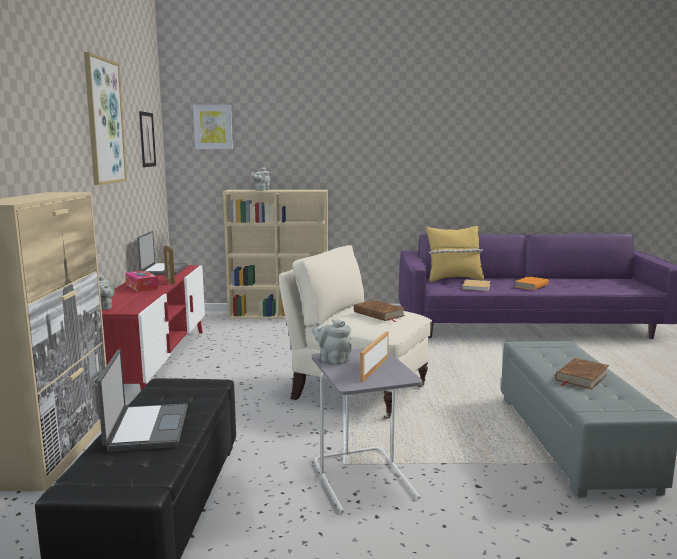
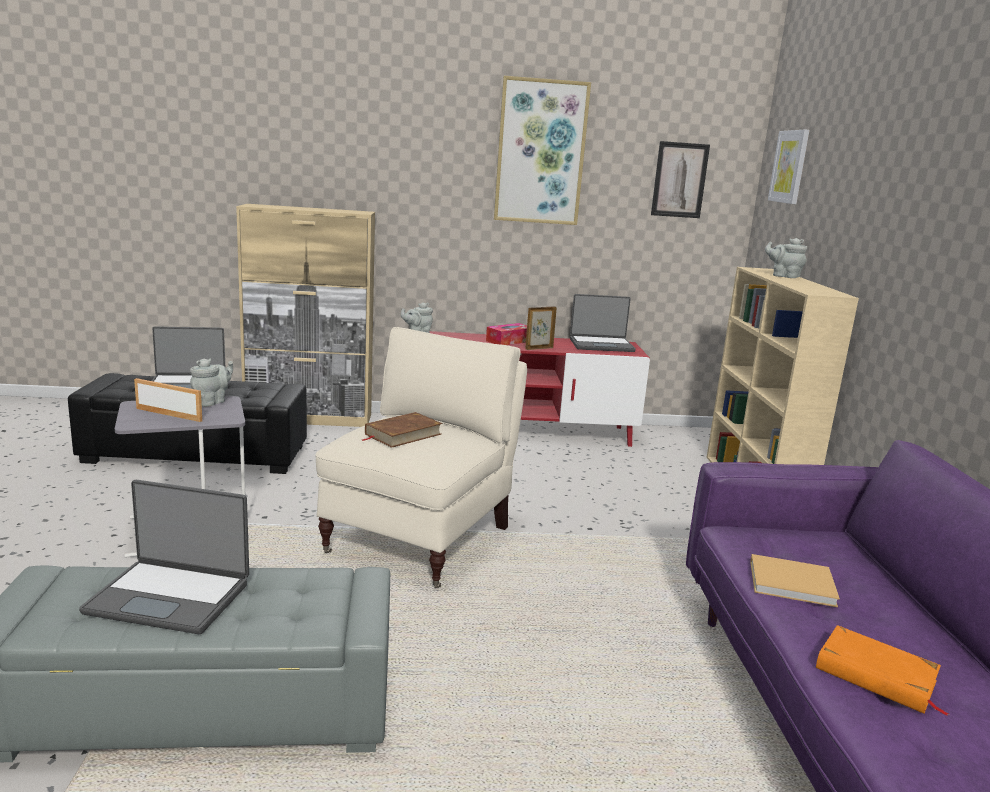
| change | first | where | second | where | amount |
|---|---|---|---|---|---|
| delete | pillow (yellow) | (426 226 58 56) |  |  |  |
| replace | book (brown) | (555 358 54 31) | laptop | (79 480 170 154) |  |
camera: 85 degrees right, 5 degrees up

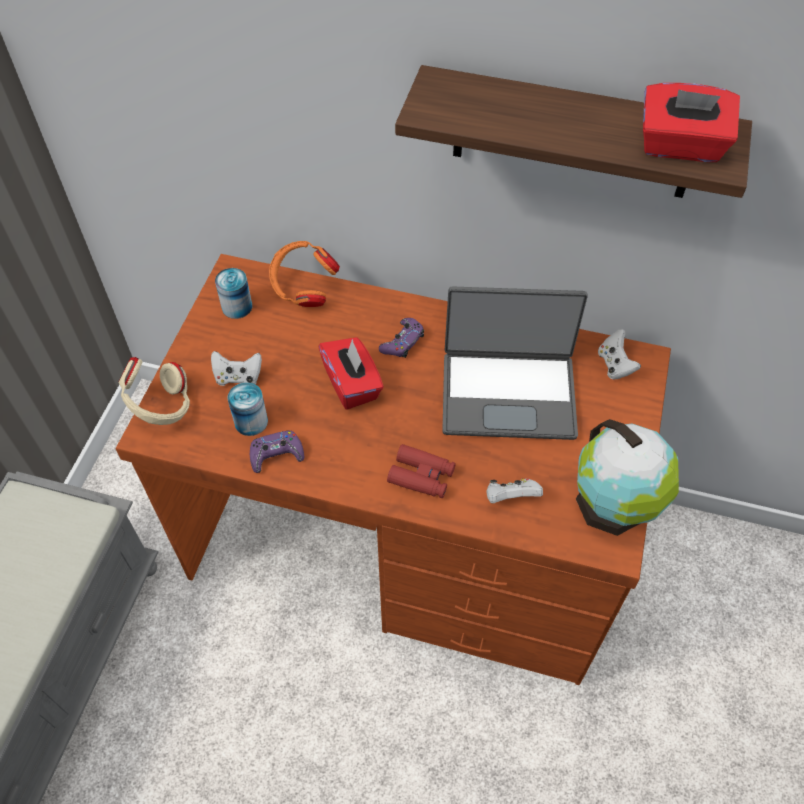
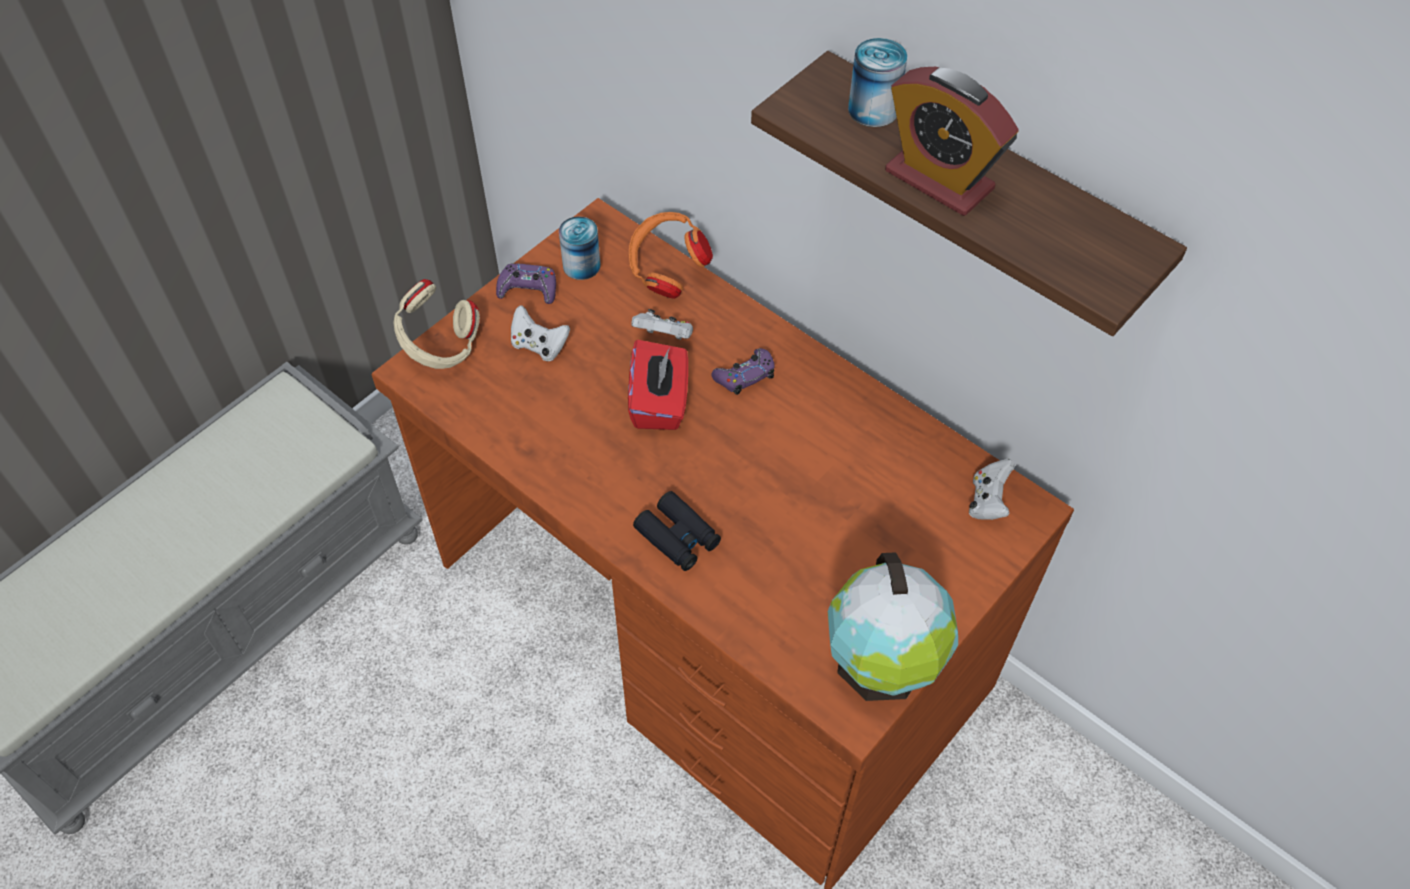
| change | first | where | second | where | amount |
|---|---|---|---|---|---|
| delete | tissue box (red) | (643 83 97 79) |  |  |  |
| delete | laptop | (442 286 146 154) |  |  |  |
| move | can | (227 382 41 54) |  | (848 38 59 89) |  |
| move | game controller (purple) | (250 430 54 43) |  | (496 263 60 41) |  |
| recolor | binoculars (red) | (387 444 69 54) | binoculars (black) | (633 491 88 80) |  |
| move | game controller (white) | (486 478 57 25) |  | (631 309 62 31) |  |
| insert |  |  | alarm clock | (885 67 134 149) |  |
camera: 25 degrees right, 0 degrees up

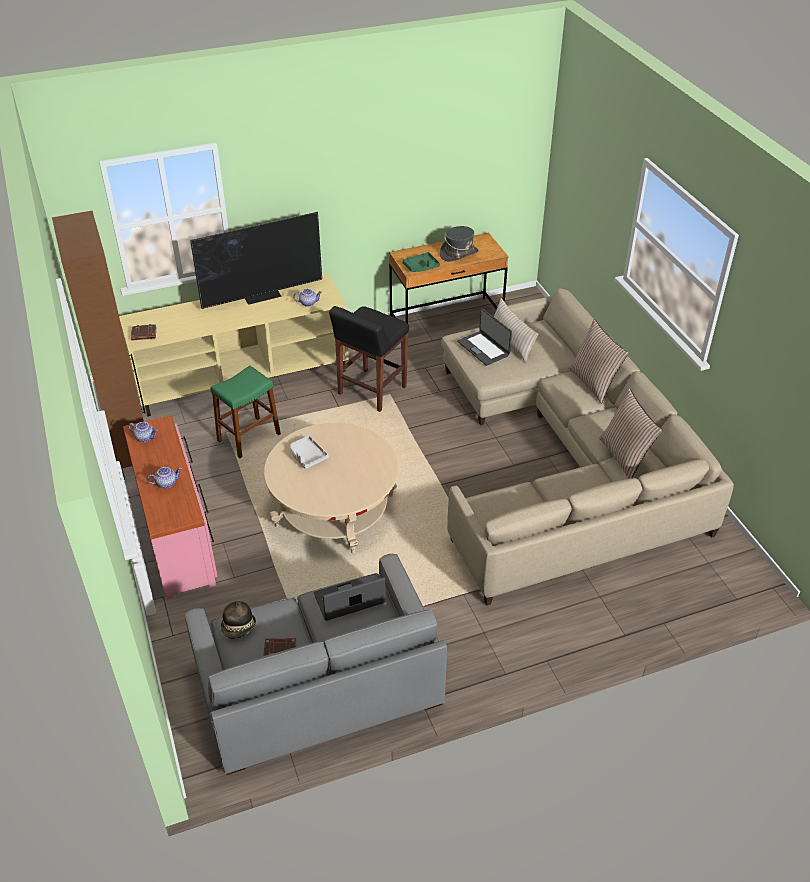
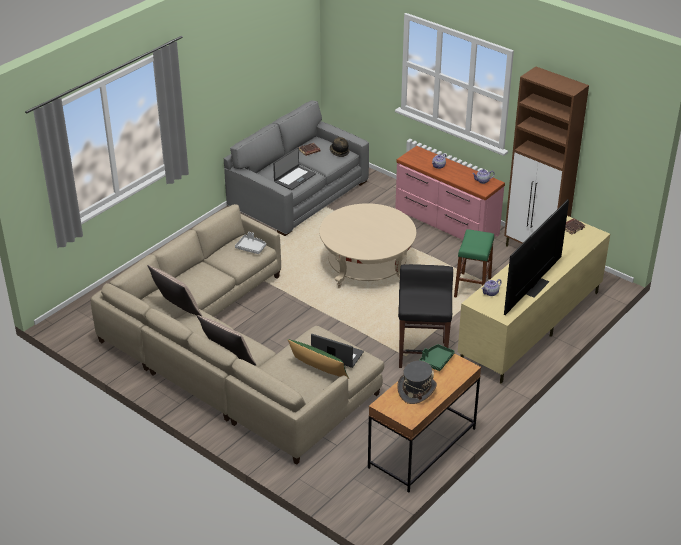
| change | first | where | second | where | amount |
|---|---|---|---|---|---|
| recolor | pillow (beige) | (494 298 44 65) | pillow (green) | (287 339 62 40) |  |
| move | tray (grey) | (291 435 38 34) |  | (235 232 31 22) |  |
camera: 150 degrees right, 5 degrees down

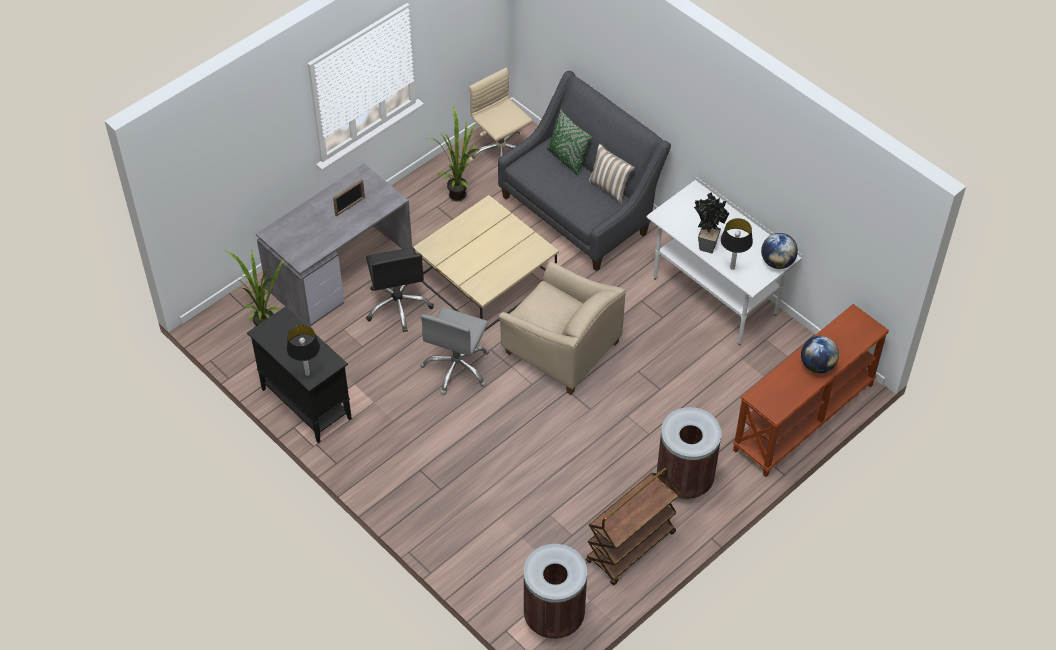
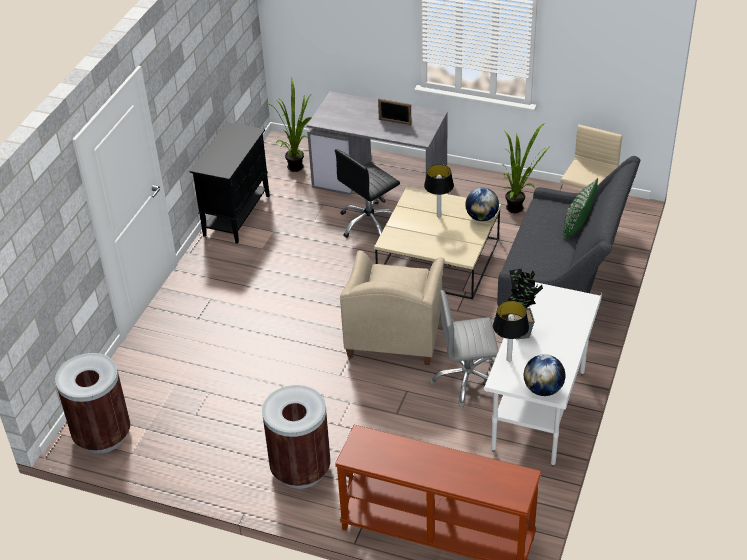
| change | first | where | second | where | amount |
|---|---|---|---|---|---|
| delete | pillow | (588 144 47 61) |  |  |  |
| move | office chair (grey) | (420 307 69 88) |  | (429 290 71 118) |  |
| move | table lamp | (286 325 34 51) |  | (424 164 30 53) |  |
| move | globe | (801 336 38 37) |  | (465 188 34 33) |  |
| delete | cart (brown) | (586 468 93 117) |  |  |  |
camera: 65 degrees right, 10 degrees down

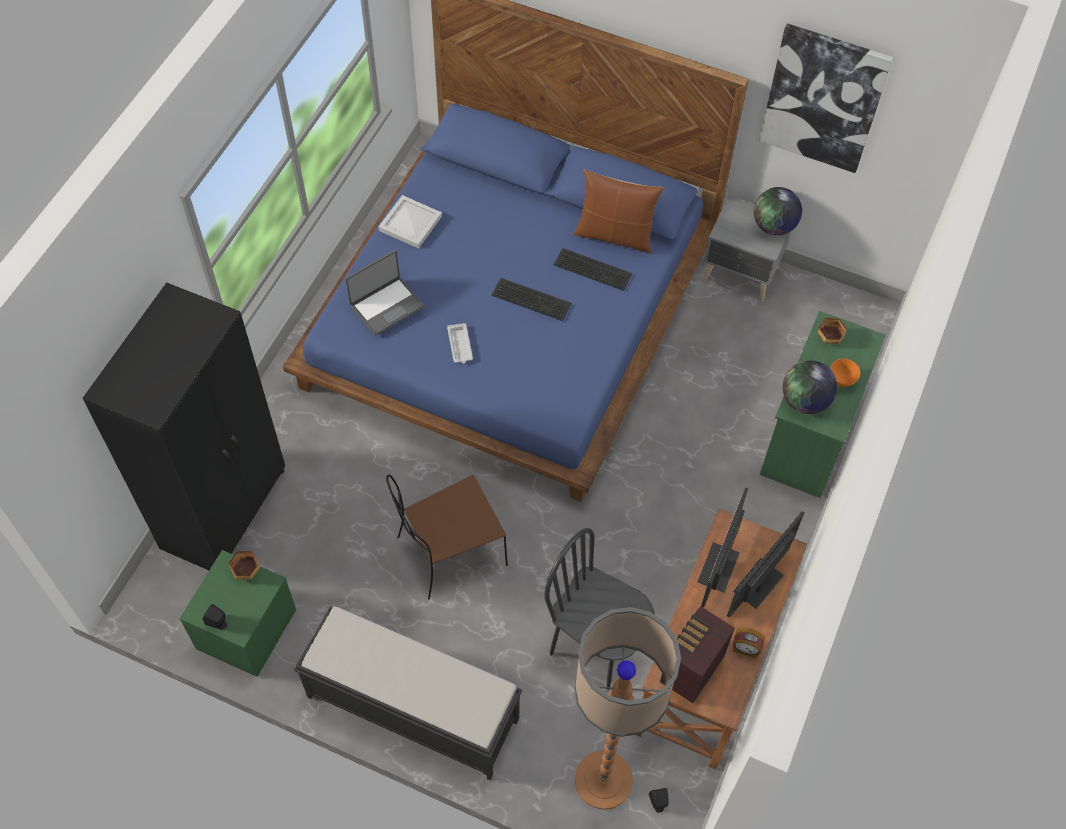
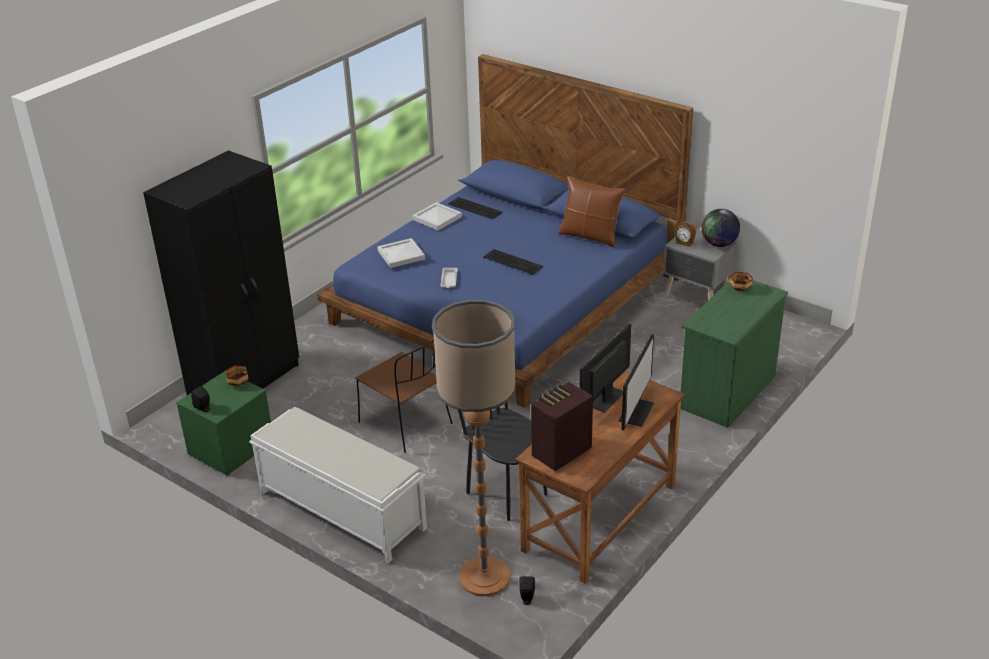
| change | first | where | second | where | amount |
|---|---|---|---|---|---|
| delete | picture | (759 23 134 150) |  |  |  |
| move | keyboard | (554 248 78 43) |  | (448 197 55 22) |  |
| replace | laptop | (345 250 79 86) | tray (white) | (377 238 48 30) |  |
| delete | bowl (orange) | (830 359 30 28) |  |  |  |
| delete | globe | (783 360 54 54) |  |  |  |
| rotate | chair (brown) | (386 474 122 126) |  | (355 340 98 113) | 120 degrees counterclockwise |
| rotate | monitor | (727 511 77 107) |  | (618 334 36 96) | 150 degrees clockwise |
| recolor | bench (black) | (294 606 228 174) | bench (white) | (249 407 178 156) |  |
| move | alarm clock | (733 627 32 31) |  | (675 222 21 25) |  |
camera: 15 degrees right, 25 degrees down

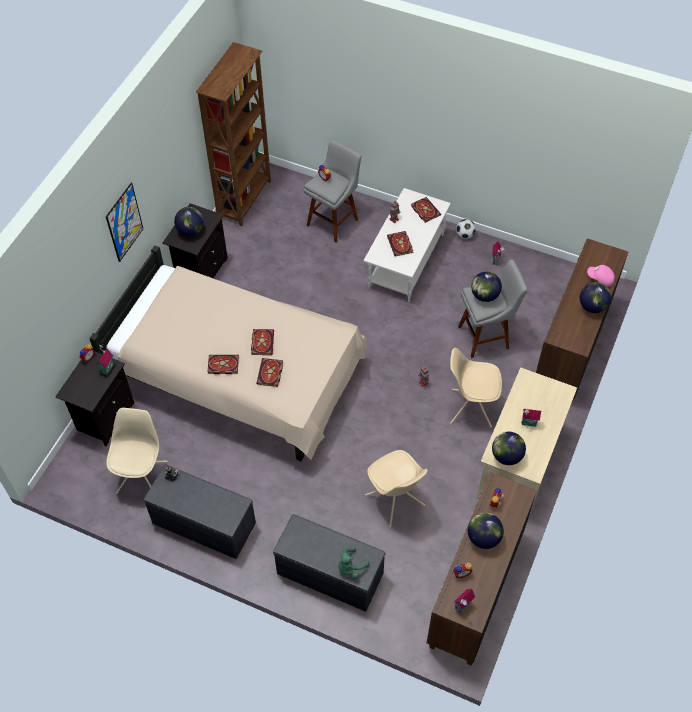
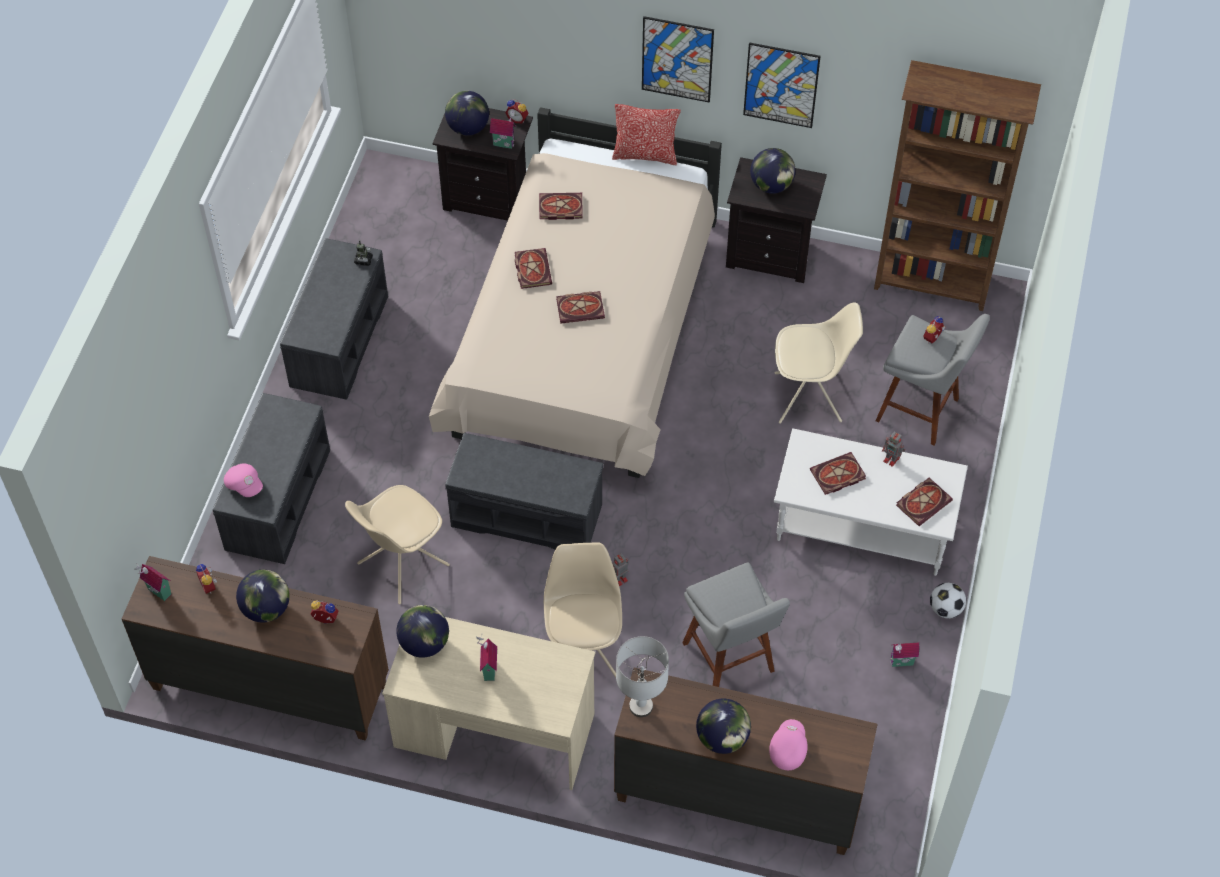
| change | first | where | second | where | amount |
|---|---|---|---|---|---|
| move | globe | (471 272 31 30) |  | (445 91 44 45) |  |
| move | book | (257 358 26 29) |  | (539 193 44 27) |  |
| move | chair (beige) | (106 408 62 86) |  | (775 302 88 122) |  |
| replace | plush toy (green) | (338 548 32 31) | cap (pink) | (224 463 39 34) |  |
| insert |  |  | picture | (743 42 78 86) |  |
| insert |  |  | pillow | (612 104 69 61) |  |
| insert |  |  | bench (grey) | (445 433 158 117) |  |
| insert |  |  | table lamp (grey) | (616 636 53 81) |  |
camera: 80 degrees right, 0 degrees up

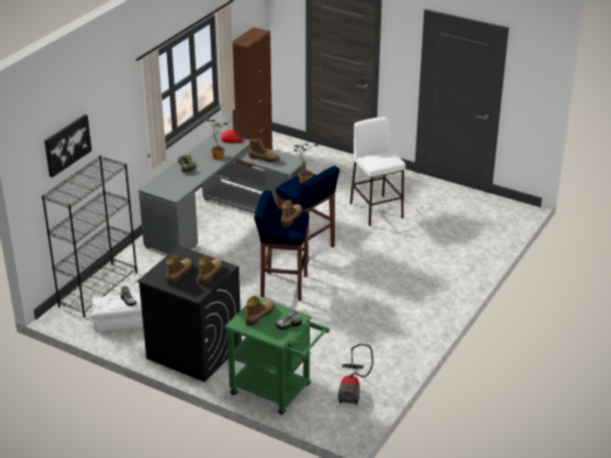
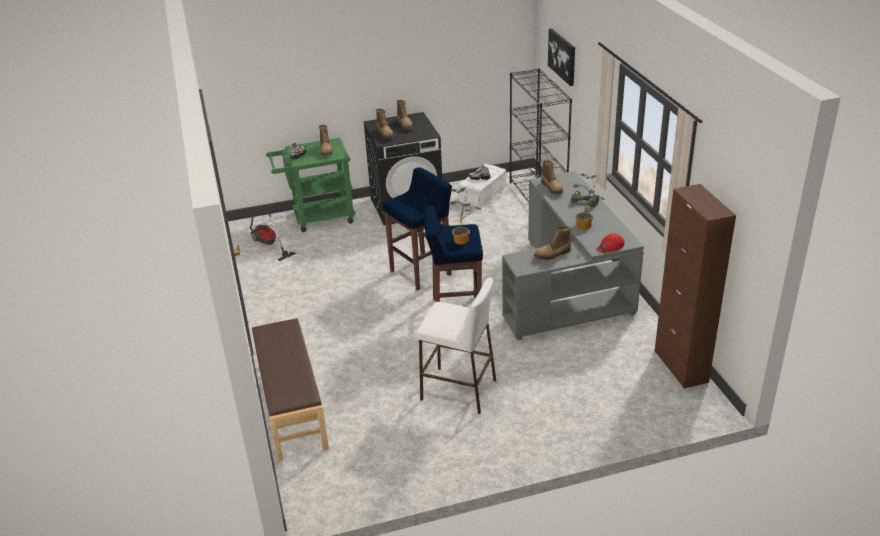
| change | first | where | second | where | amount |
|---|---|---|---|---|---|
| move | boot | (281 200 21 27) |  | (541 160 22 34) |  |
| insert |  |  | bench (brown) | (251 318 78 143) |  |
camera: 135 degrees right, 0 degrees up

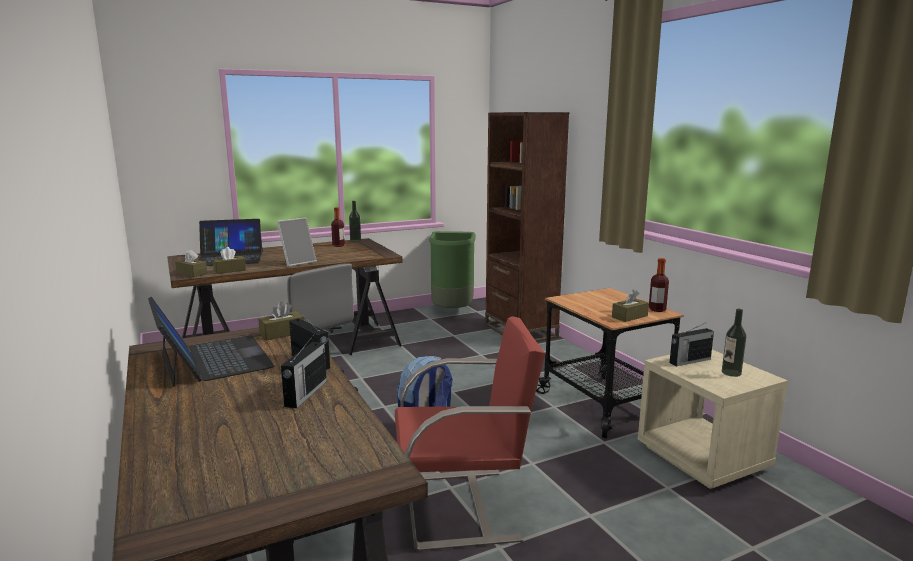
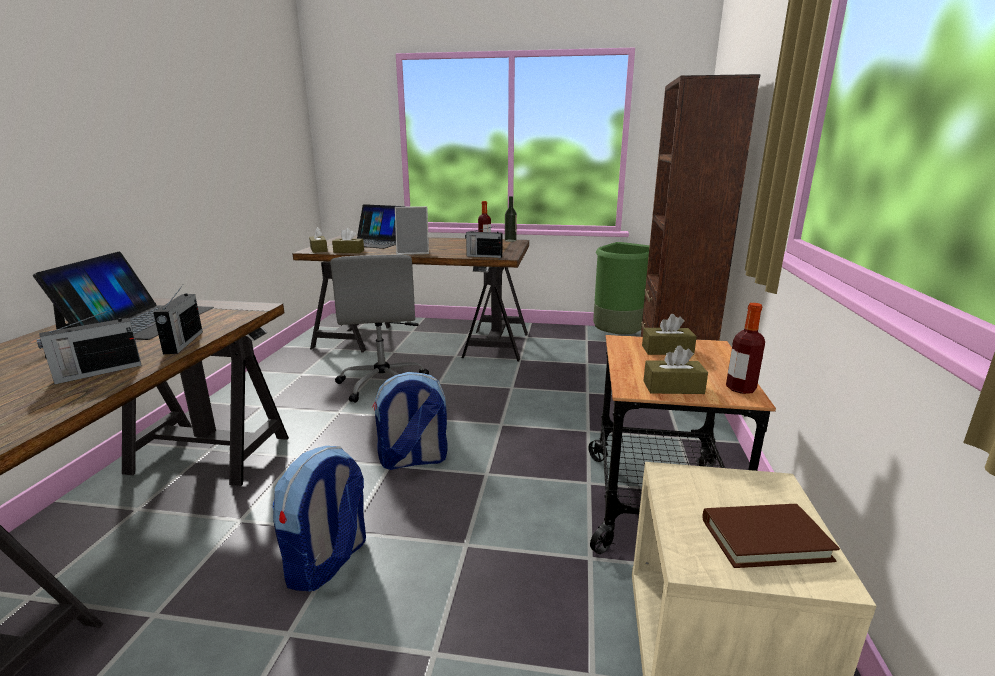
| change | first | where | second | where | amount |
|---|---|---|---|---|---|
| move | tissue box (brown) | (258 301 46 39) |  | (642 314 55 41) |  |
| replace | bottle | (722 309 24 68) | book (brown) | (703 504 137 64) |  |
| replace | chair (red) | (395 316 150 235) | backpack | (273 446 93 145) |  |
| move | radio | (670 322 44 45) |  | (465 226 37 32) |  |
camera: 35 degrees right, 5 degrees up

